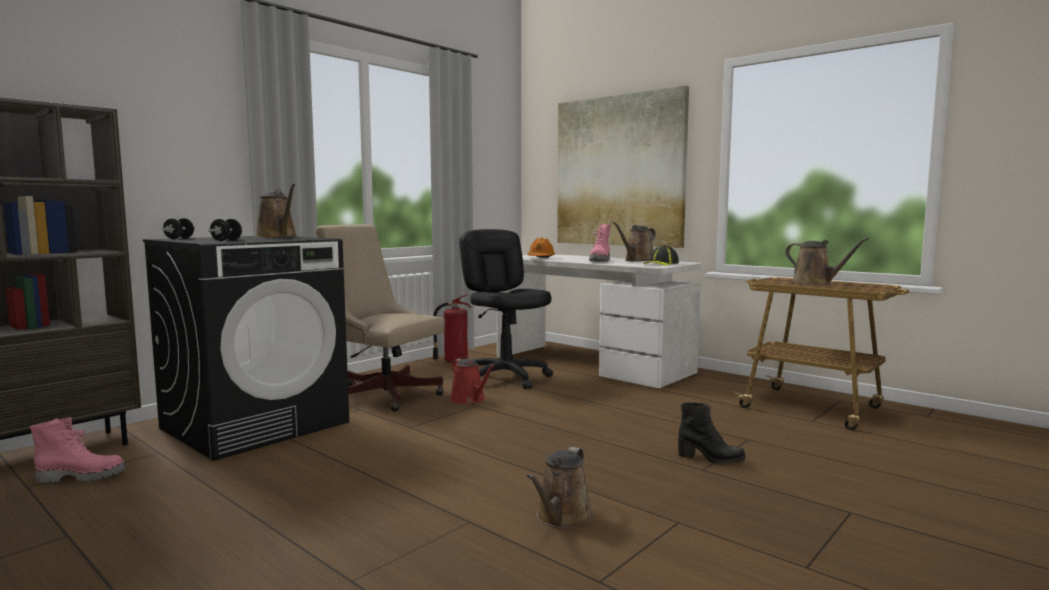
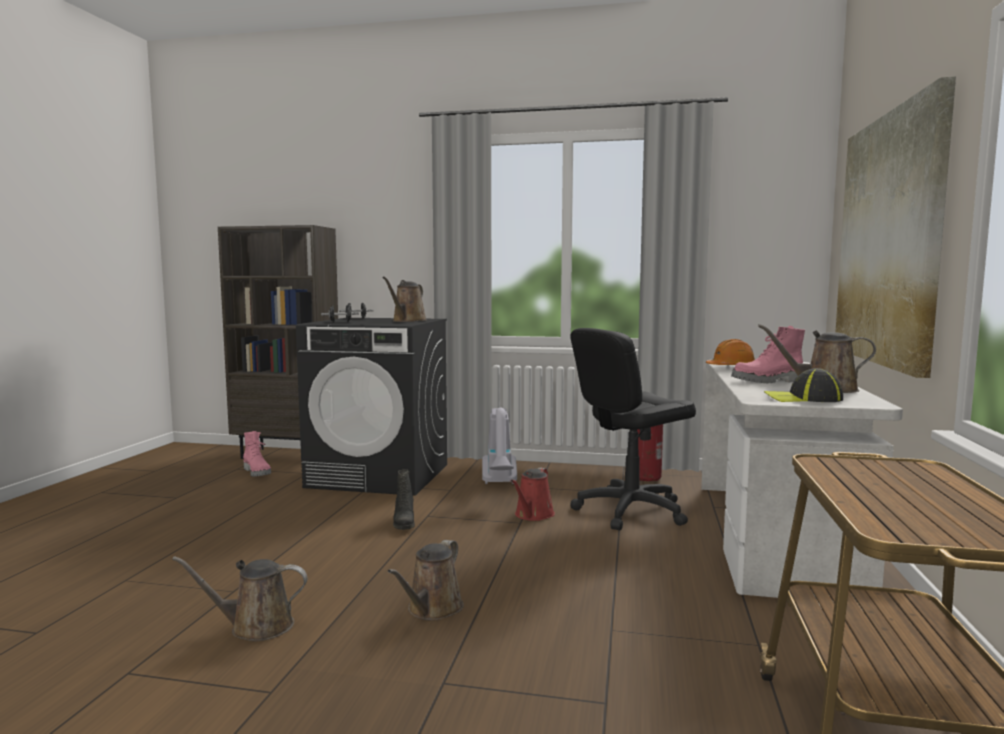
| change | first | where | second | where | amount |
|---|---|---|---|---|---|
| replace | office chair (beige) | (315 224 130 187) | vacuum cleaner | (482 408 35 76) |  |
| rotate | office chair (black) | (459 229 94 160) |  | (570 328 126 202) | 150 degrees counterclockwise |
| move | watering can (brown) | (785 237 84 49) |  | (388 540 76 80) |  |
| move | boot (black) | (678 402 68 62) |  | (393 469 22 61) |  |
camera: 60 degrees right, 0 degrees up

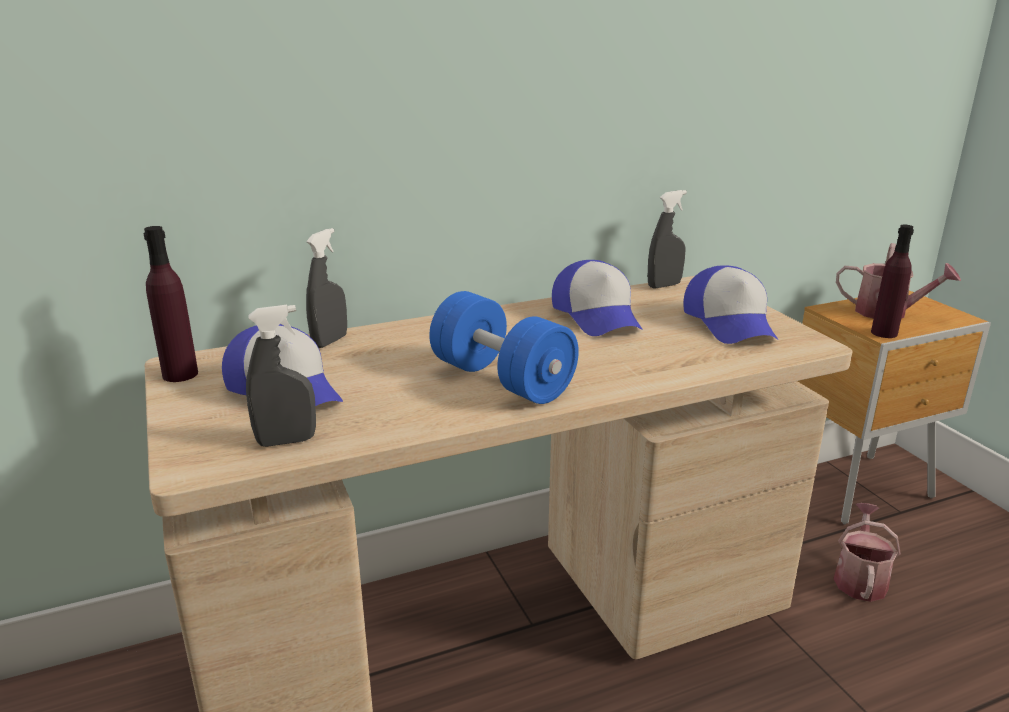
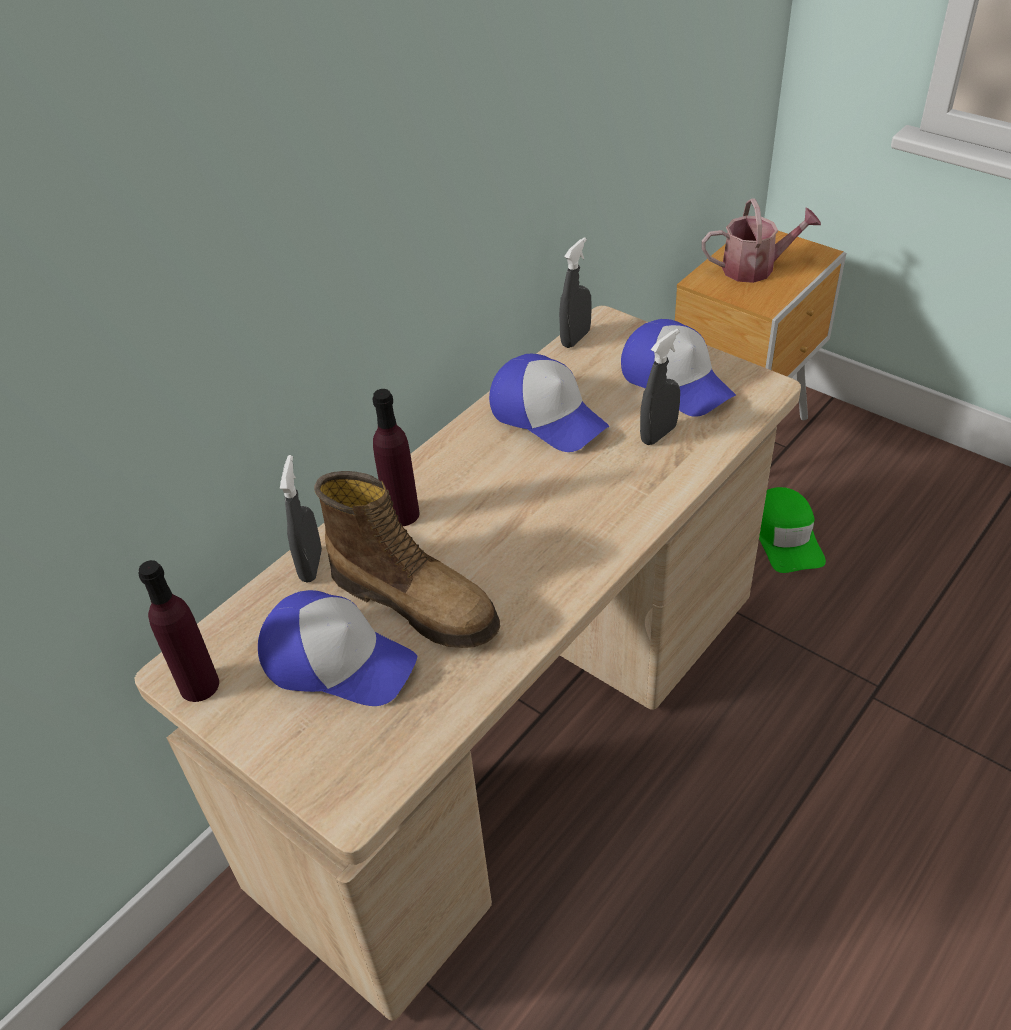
| change | first | where | second | where | amount |
|---|---|---|---|---|---|
| move | bottle (purple) | (871 225 43 113) |  | (372 389 48 137) |  |
| delete | dumbbell (blue) | (429 291 149 113) |  |  |  |
| move | spray bottle (grey) | (246 305 70 142) |  | (640 329 40 116) |  |
| replace | watering can | (833 503 68 99) | cap (green) | (759 487 67 86) |  |
| insert |  |  | boot | (314 471 186 177) |  |
camera: 25 degrees left, 20 degrees up

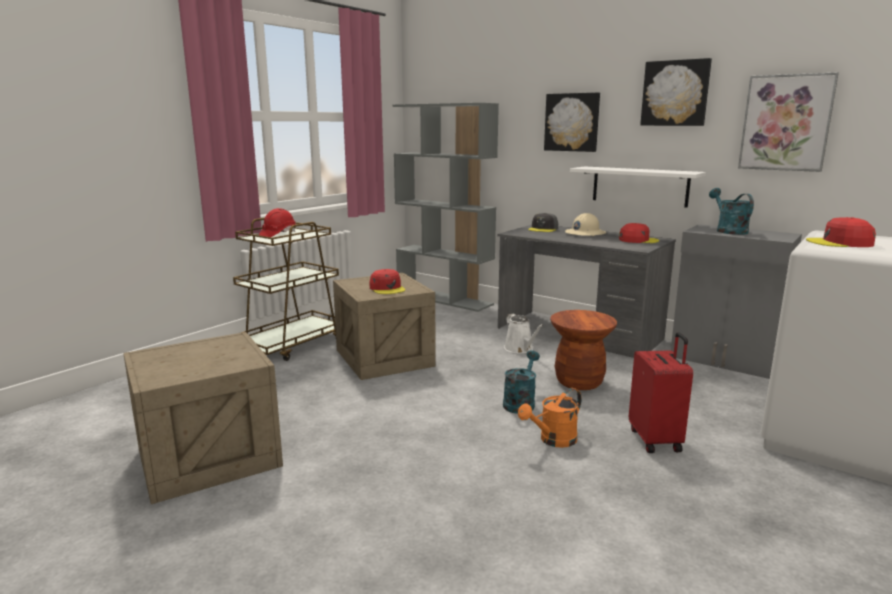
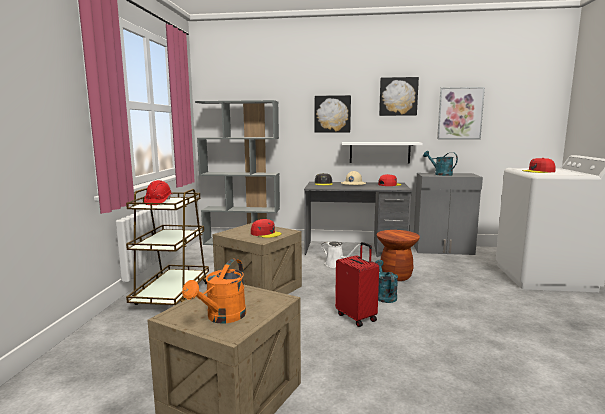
| change | first | where | second | where | amount |
|---|---|---|---|---|---|
| move | suitcase (red) | (629 332 64 121) |  | (335 242 44 85) |  |
| move | watering can (orange) | (518 388 63 60) |  | (182 259 64 64) |  |
camera: 30 degrees left, 5 degrees down

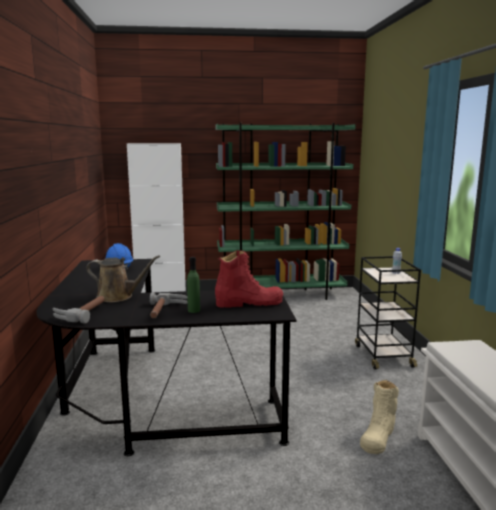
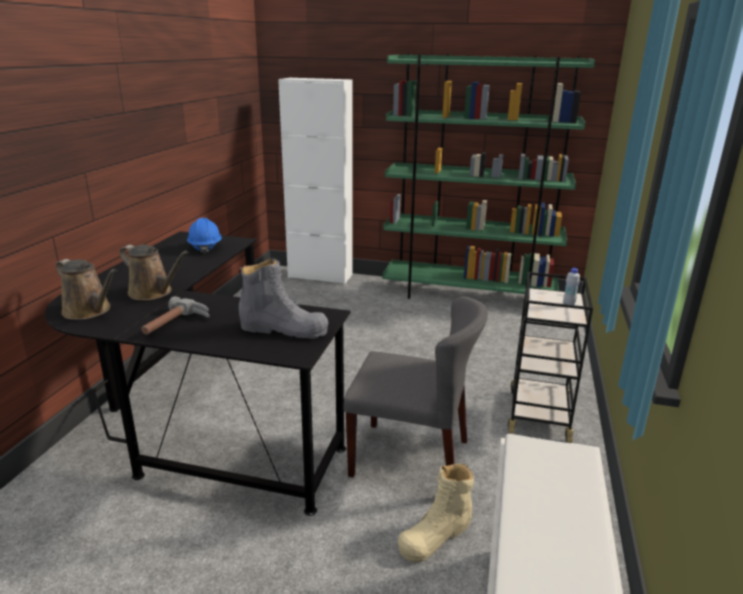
| change | first | where | second | where | amount |
|---|---|---|---|---|---|
| recolor | boot (red) | (215 250 68 58) | boot (grey) | (238 258 90 81) |  |
| delete | bottle (green) | (187 257 13 56) |  |  |  |
| replace | hammer | (53 296 52 28) | watering can (brown) | (56 259 61 61) |  |
| insert |  |  | chair (grey) | (343 297 145 180) |  |
camera: 20 degrees right, 10 degrees up

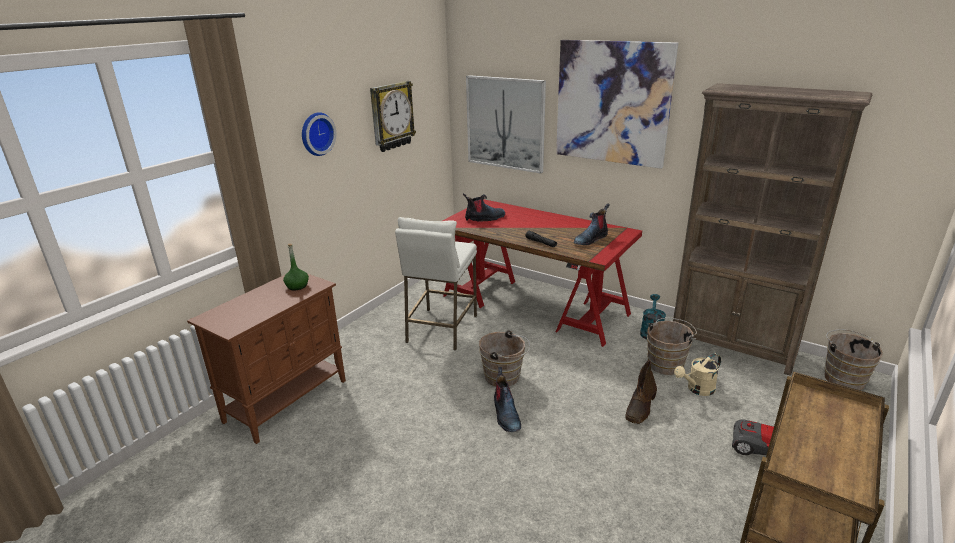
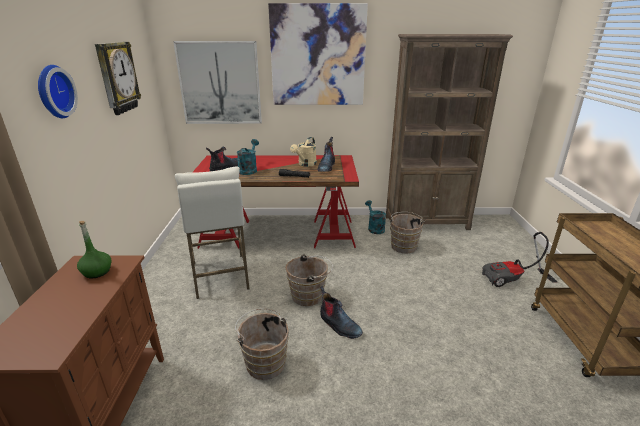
| change | first | where | second | where | amount |
|---|---|---|---|---|---|
| move | bucket (brown) | (824 329 59 61) |  | (235 309 54 71) |  |
| move | watering can (beige) | (674 353 47 43) |  | (290 137 27 30) |  |
| delete | boot (brown) | (625 360 32 64) |  |  |  |
| insert |  |  | watering can (turquoise) | (237 139 22 36) |  |
camera: 35 degrees left, 0 degrees up

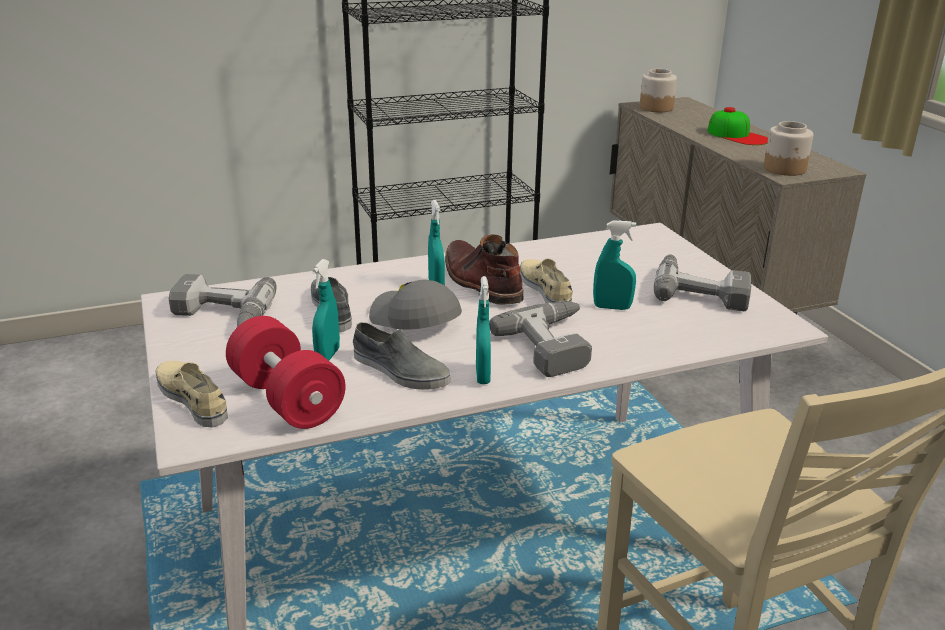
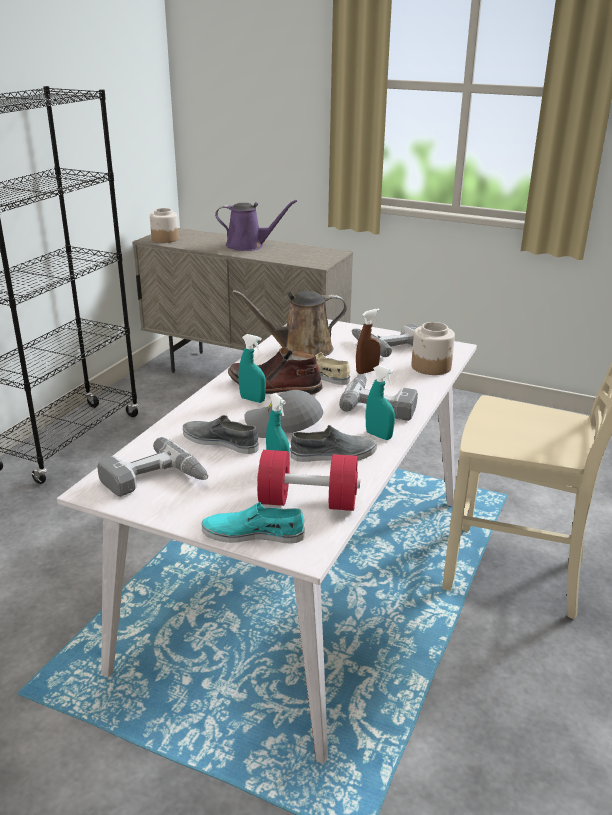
| change | first | where | second | where | amount |
|---|---|---|---|---|---|
| replace | cap | (707 107 61 38) | watering can (purple) | (215 200 82 51) |  |
| move | jar | (764 121 49 55) |  | (411 322 44 53) |  |
| recolor | spray bottle (turquoise) | (593 220 43 90) | spray bottle (brown) | (356 308 24 66) |  |
| recolor | shoe (beige) | (155 361 73 67) | shoe (turquoise) | (202 502 103 41) |  |
| insert |  |  | watering can (brown) | (232 290 115 66) |  |
camera: 45 degrees left, 0 degrees up

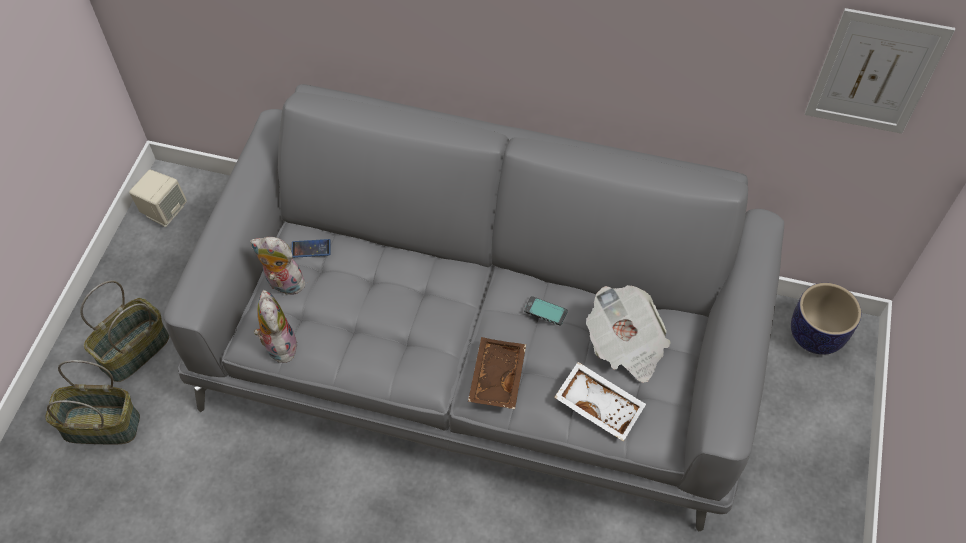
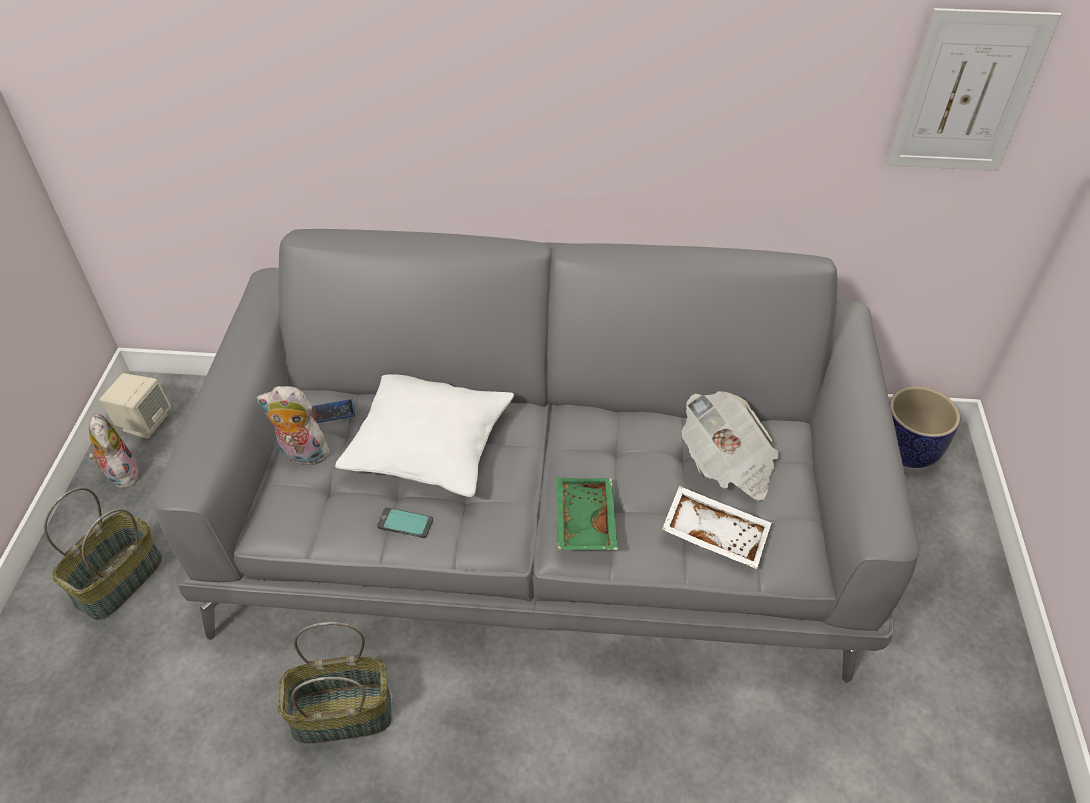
| change | first | where | second | where | amount |
|---|---|---|---|---|---|
| move | plush toy | (254 290 45 73) |  | (89 413 51 75) |  |
| move | phone | (524 296 44 30) |  | (377 507 56 31) |  |
| recolor | tray (brown) | (468 337 58 72) | tray (green) | (556 477 62 73) |  |
| move | basket | (45 360 95 85) |  | (278 622 114 122) |  |
| insert |  |  | pillow (white) | (335 374 179 123) |  |
camera: 10 degrees left, 10 degrees down

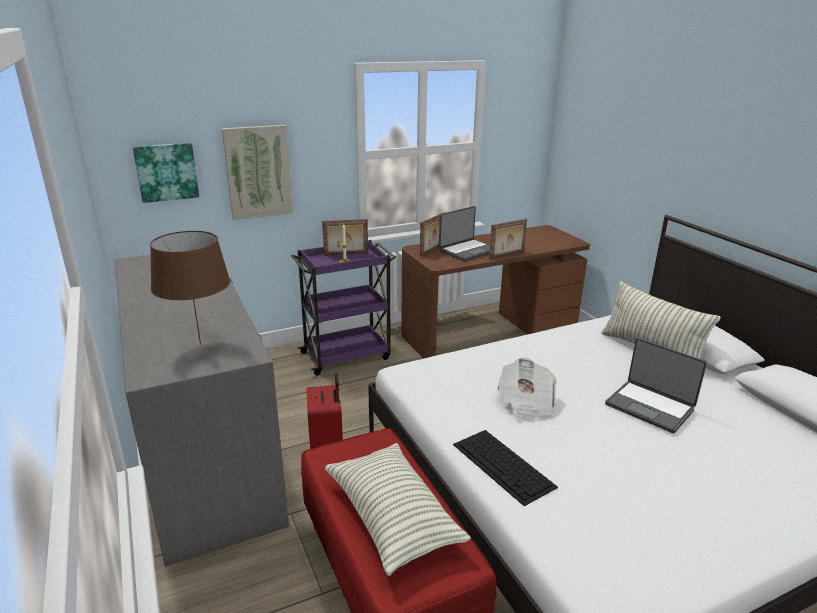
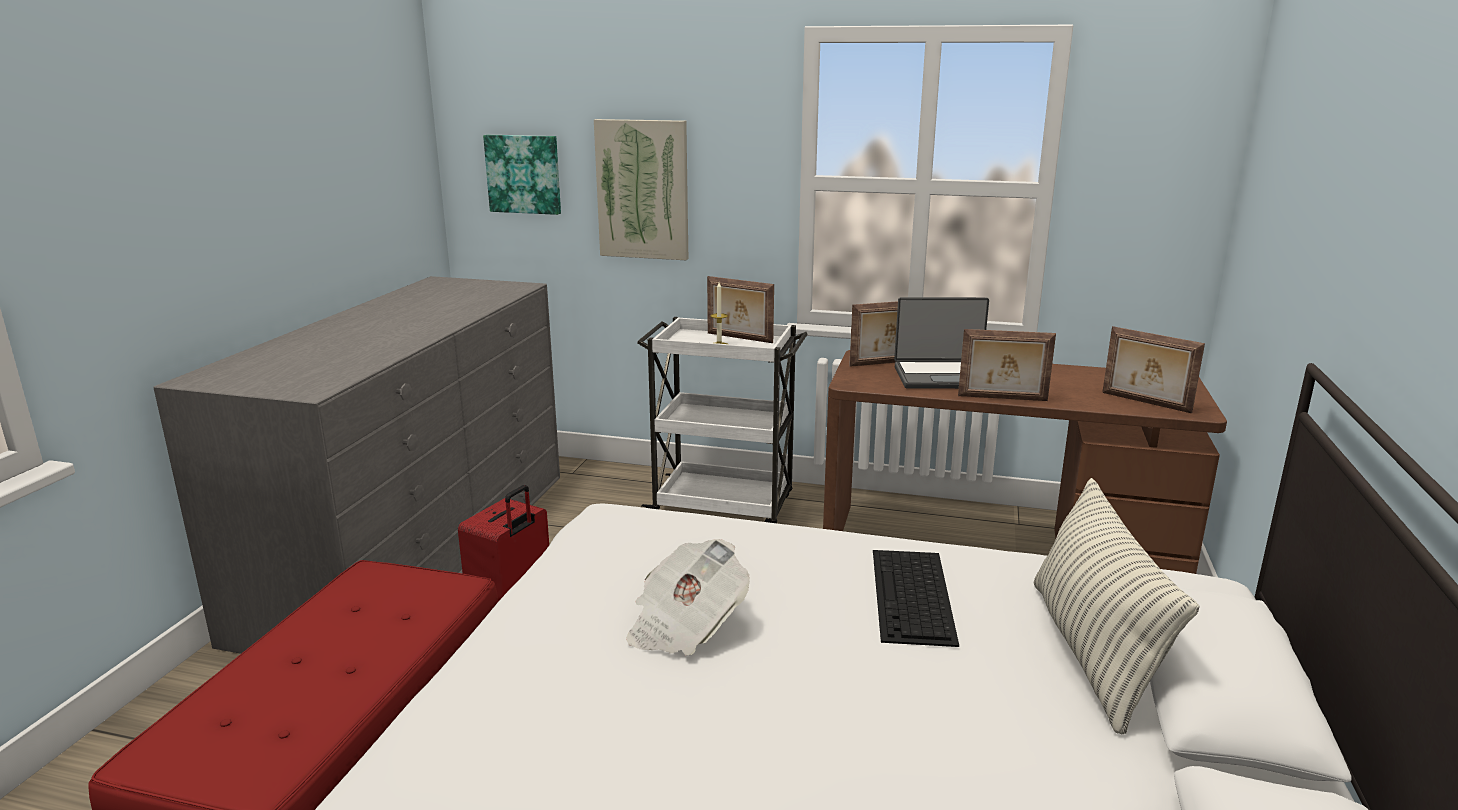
| change | first | where | second | where | amount |
|---|---|---|---|---|---|
| delete | table lamp (brown) | (150 231 80 114) |  |  |  |
| recolor | cart (purple) | (291 240 105 135) | cart (white) | (637 317 171 206) |  |
| delete | laptop | (605 338 102 95) |  |  |  |
| move | keyboard | (453 430 105 76) |  | (873 550 86 97) |  |
| delete | pillow | (325 443 146 133) |  |  |  |
| insert |  |  | picture frame | (1102 326 103 87) |  |
camera: 40 degrees right, 5 degrees down

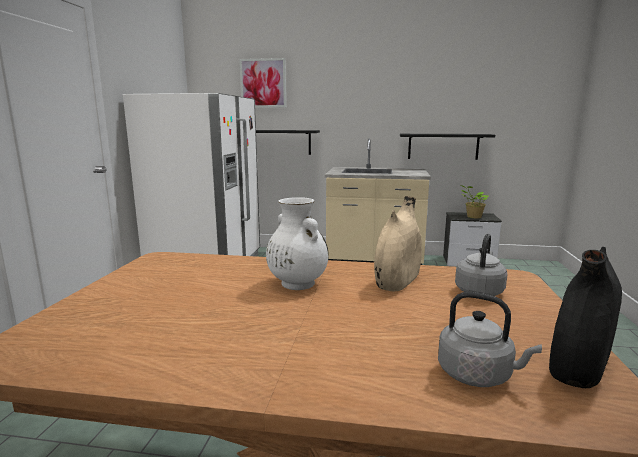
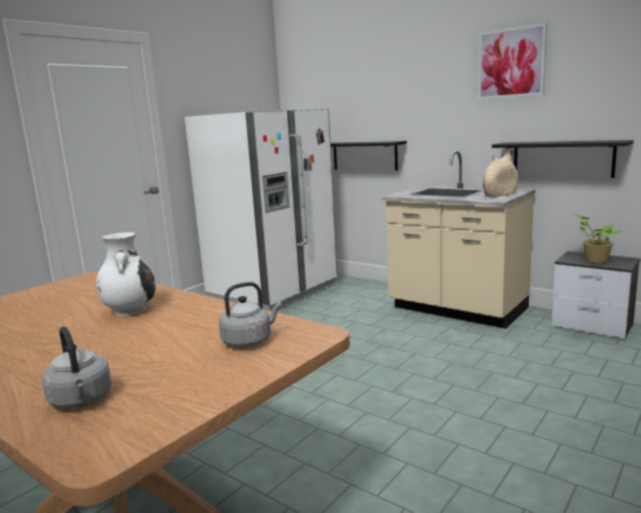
| change | first | where | second | where | amount |
|---|---|---|---|---|---|
| move | picture | (239 58 47 50) |  | (478 23 69 77) |  |
| move | vase (beige) | (374 196 48 95) |  | (483 149 35 48) |  |
| delete | vase (black) | (549 247 73 141) |  |  |  |
camera: 30 degrees right, 0 degrees up

